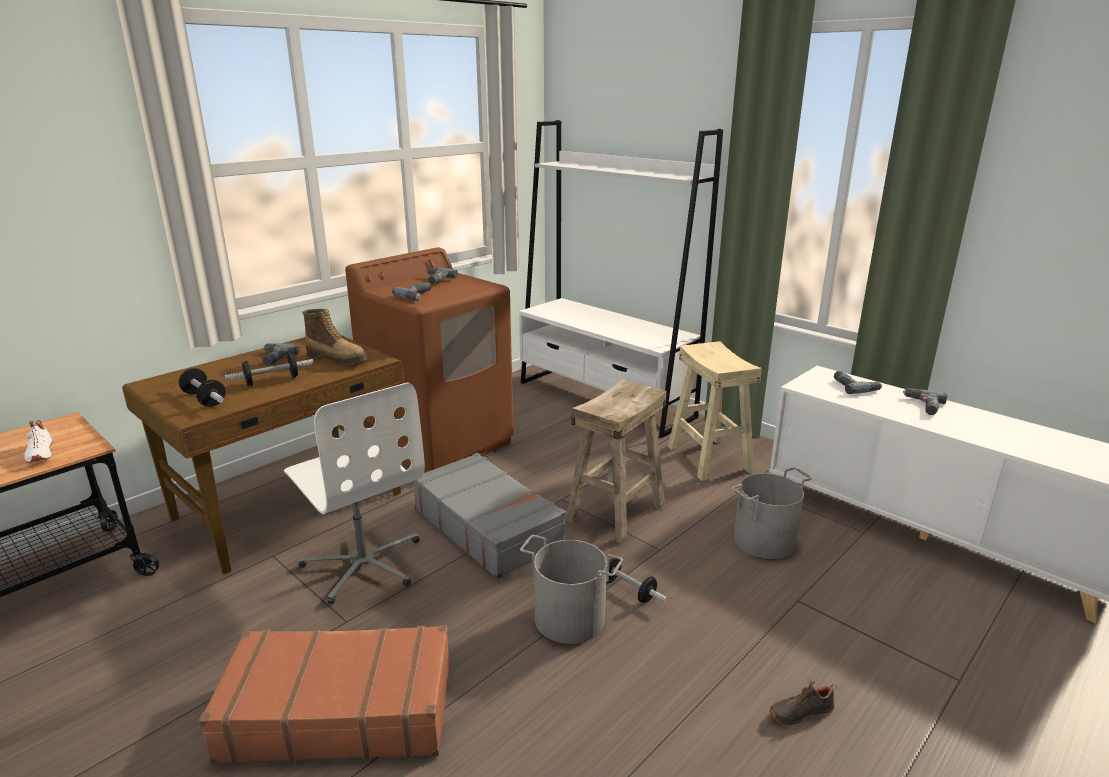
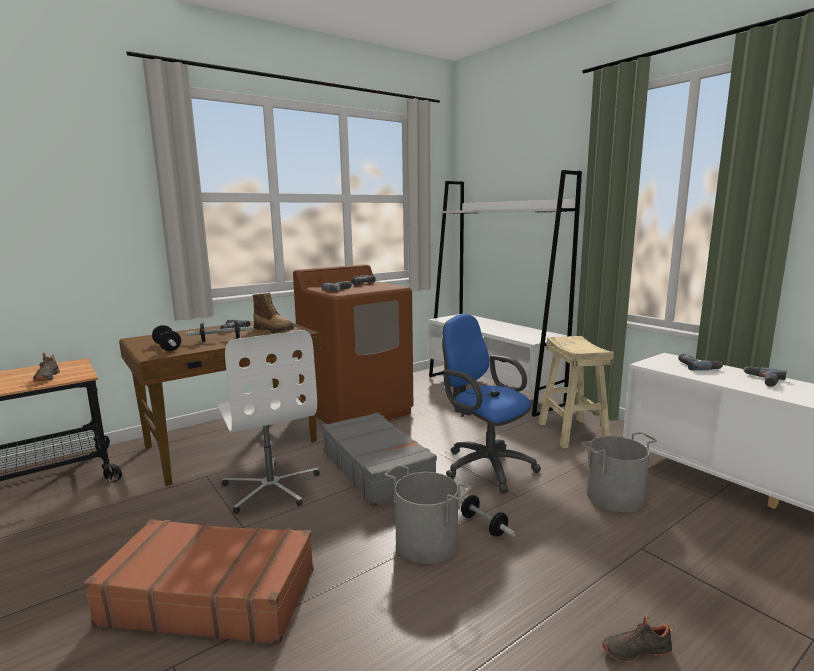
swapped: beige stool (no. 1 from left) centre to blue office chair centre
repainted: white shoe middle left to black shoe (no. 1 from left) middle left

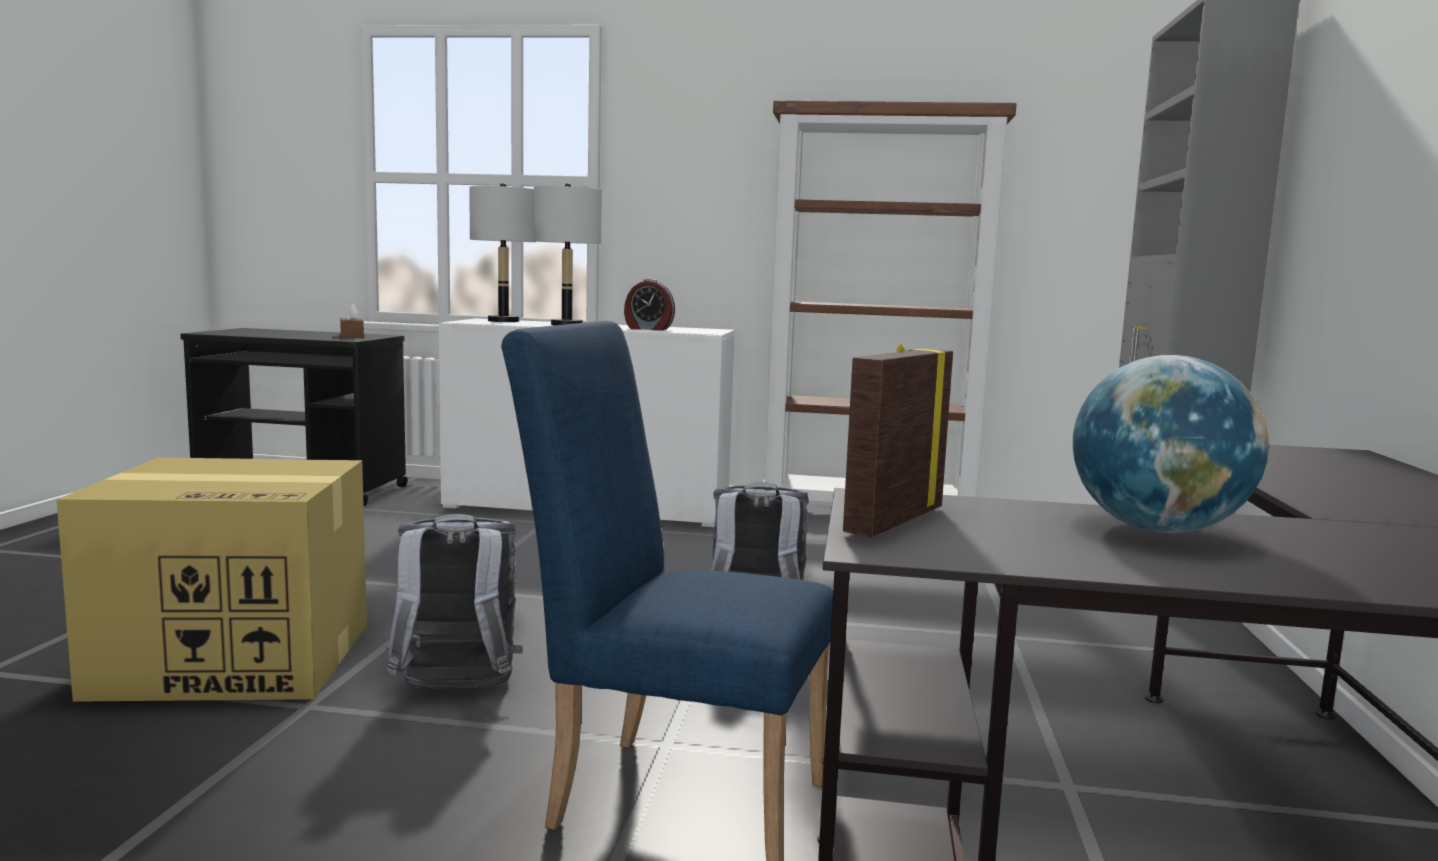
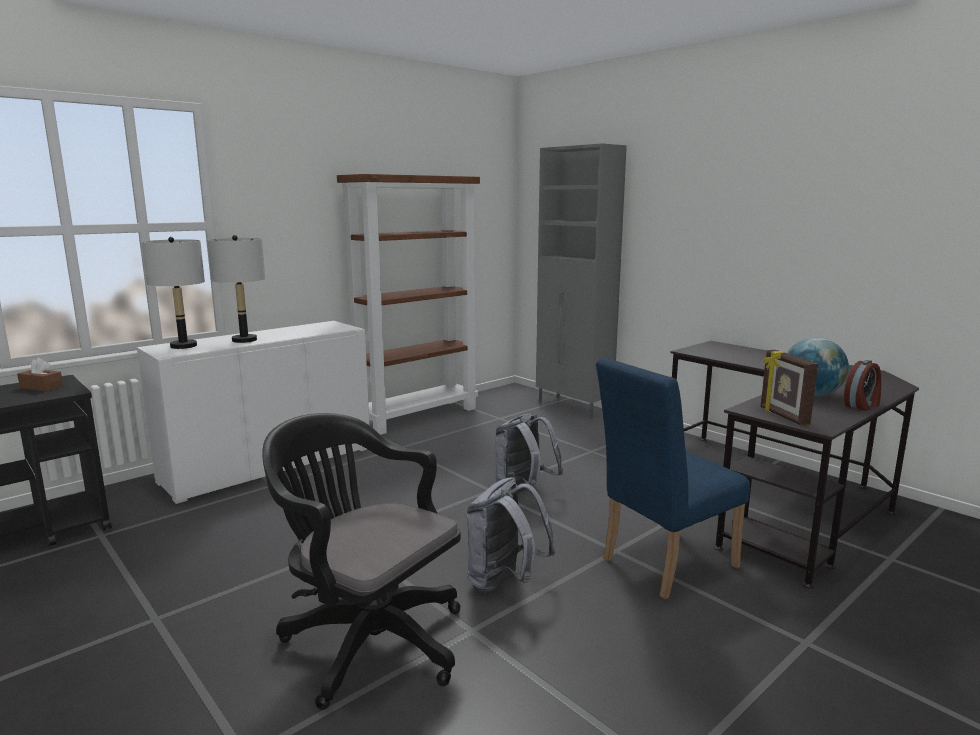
shifted: alarm clock centre to middle right
swapped: cardboard box bottom left to black office chair bottom centre

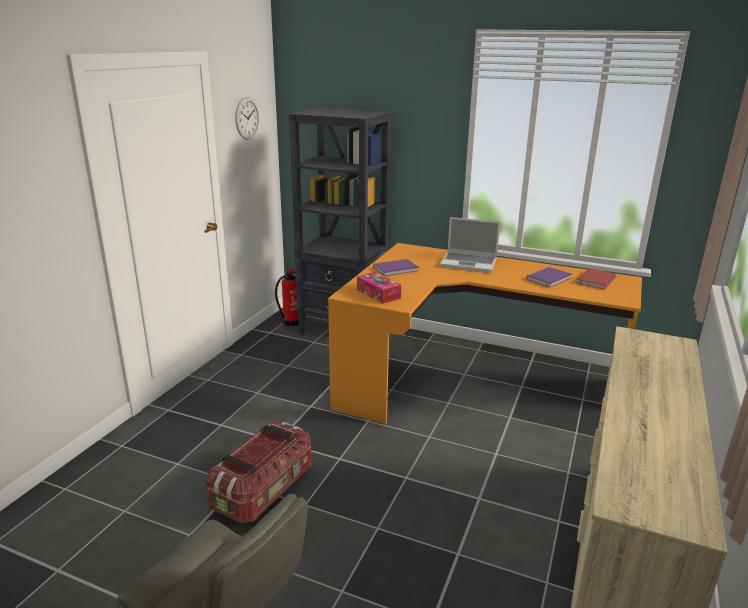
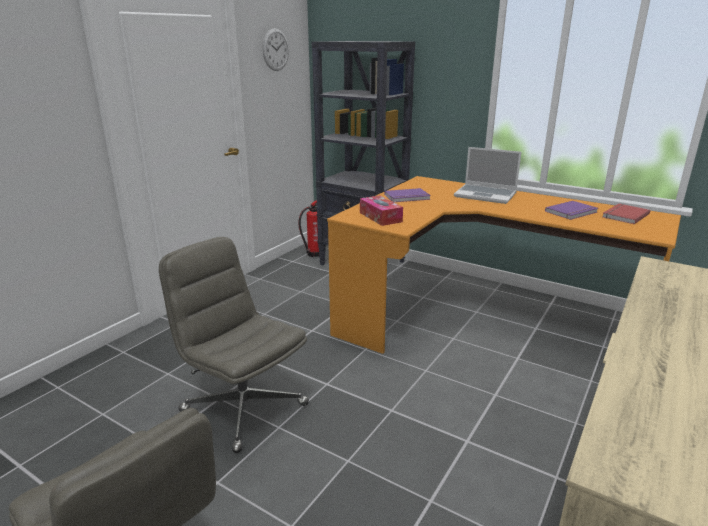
swapped: storage box bottom centre to grey office chair (no. 2 from left) middle left

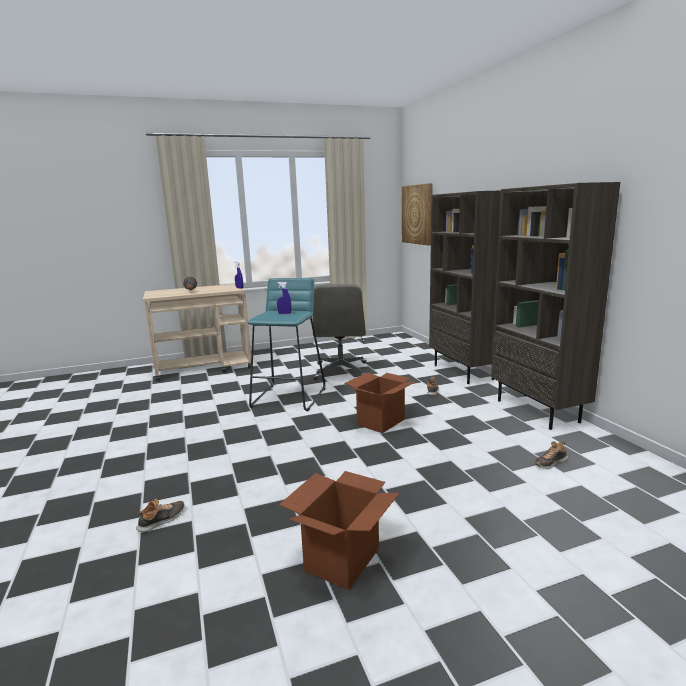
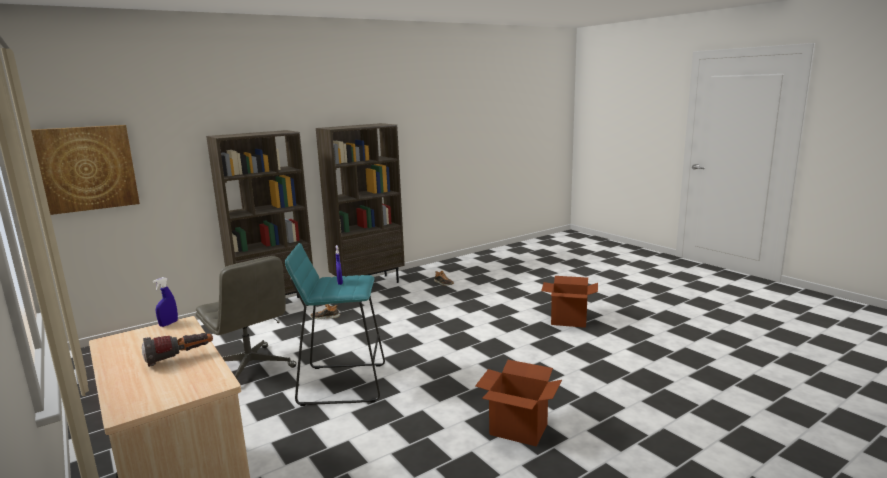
gone: shoe (no. 1 from left) bottom left
shifted: cardboard box (no. 2 from left in the first image) centre to cardboard box (no. 1 from left) bottom centre
rotated: grey office chair centre = middle left 60 degrees clockwise

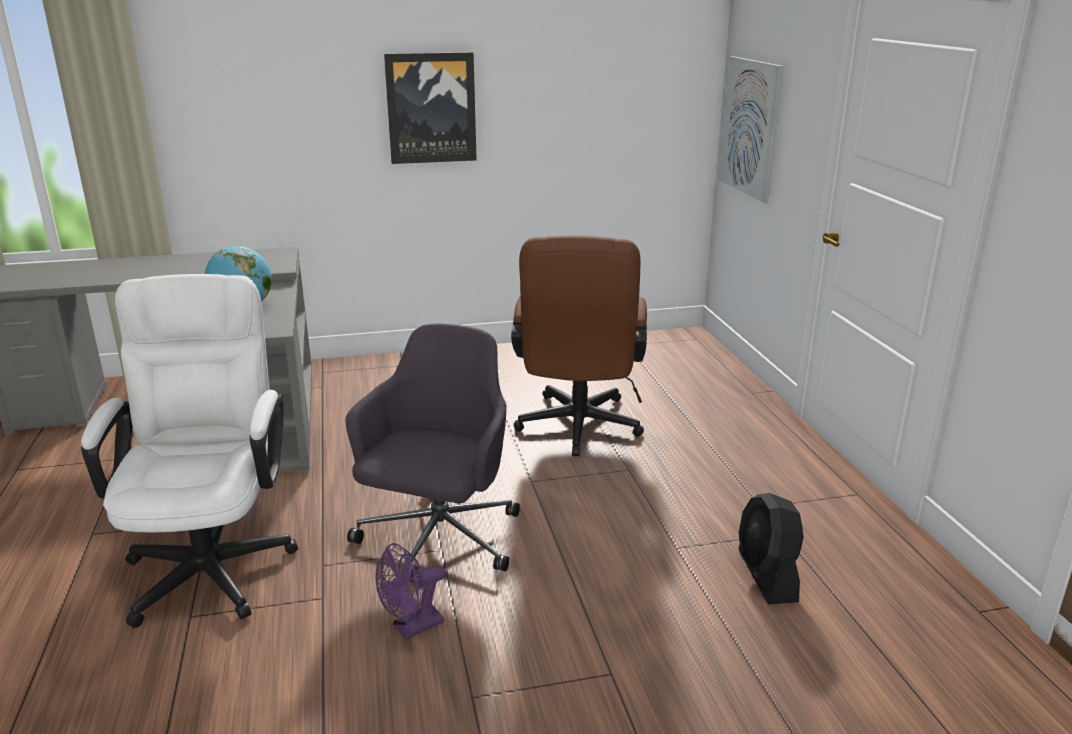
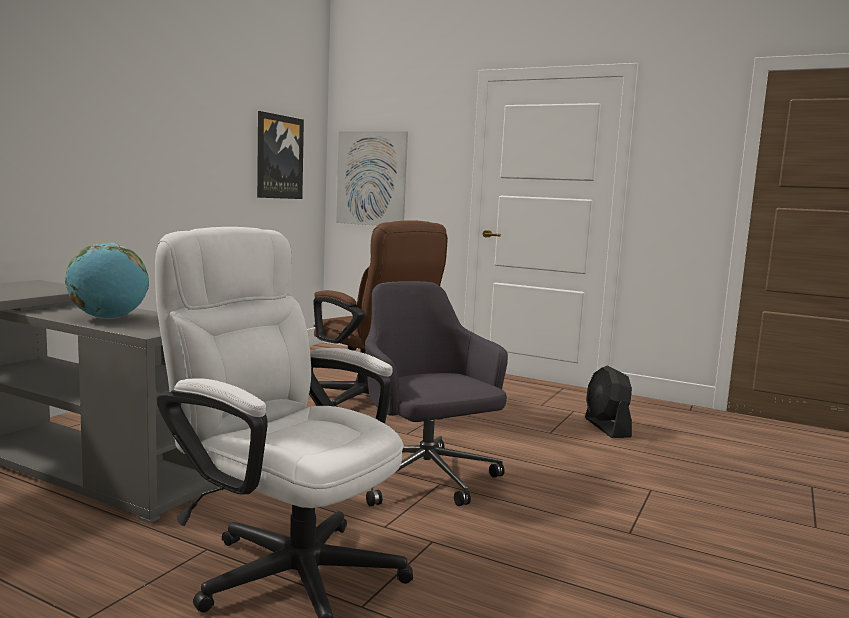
gone: purple fan bottom centre
shifted: picture (no. 1 from left) top centre to top left
rotated: black fan bottom right = middle right 45 degrees clockwise

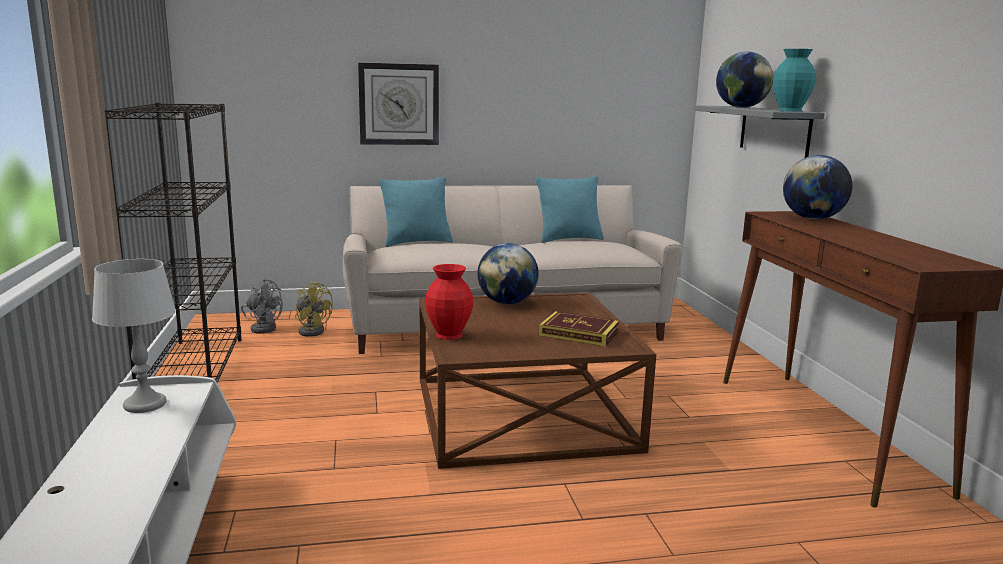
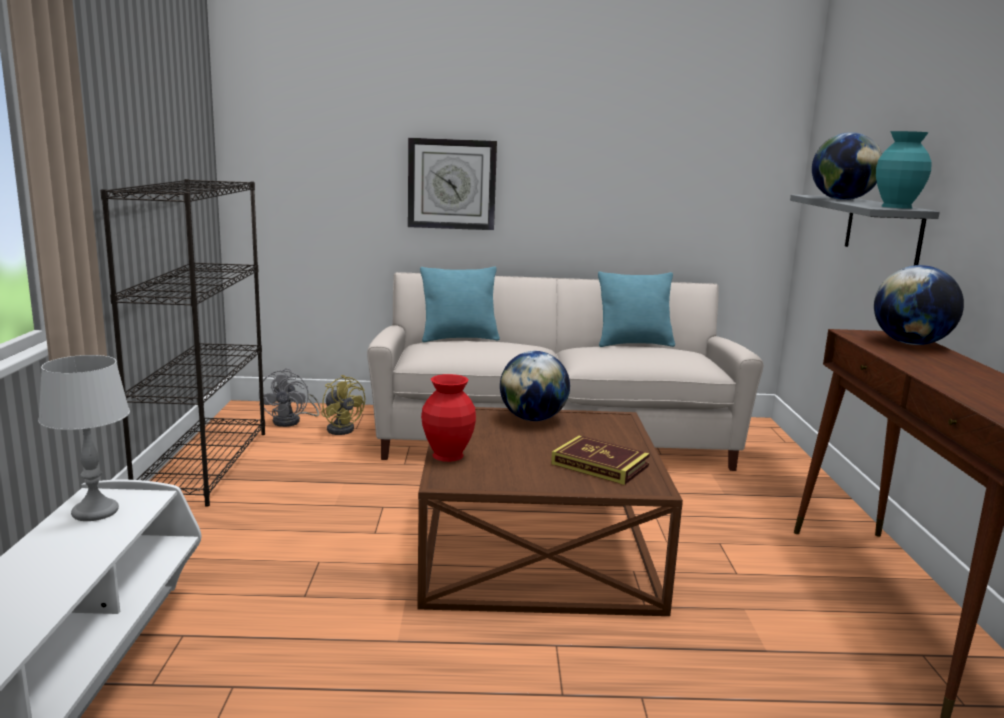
rotated: grey fan middle left = middle left 60 degrees clockwise

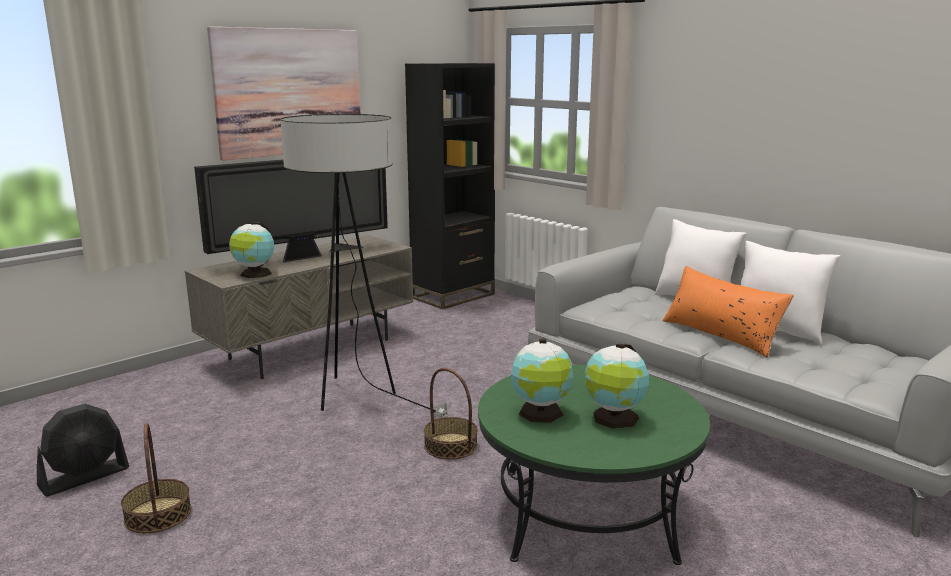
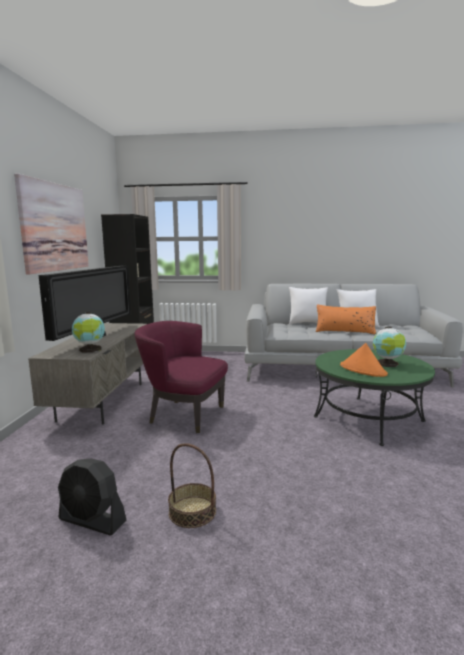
gone: basket (no. 2 from left) bottom centre
swapped: floor lamp centre to purple armchair centre; globe (no. 2 from left) centre to orange hat middle right
rotated: black fan bottom left = bottom left 105 degrees clockwise

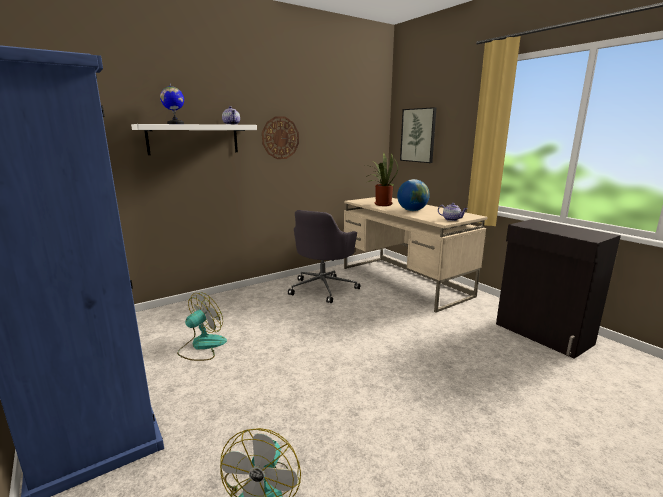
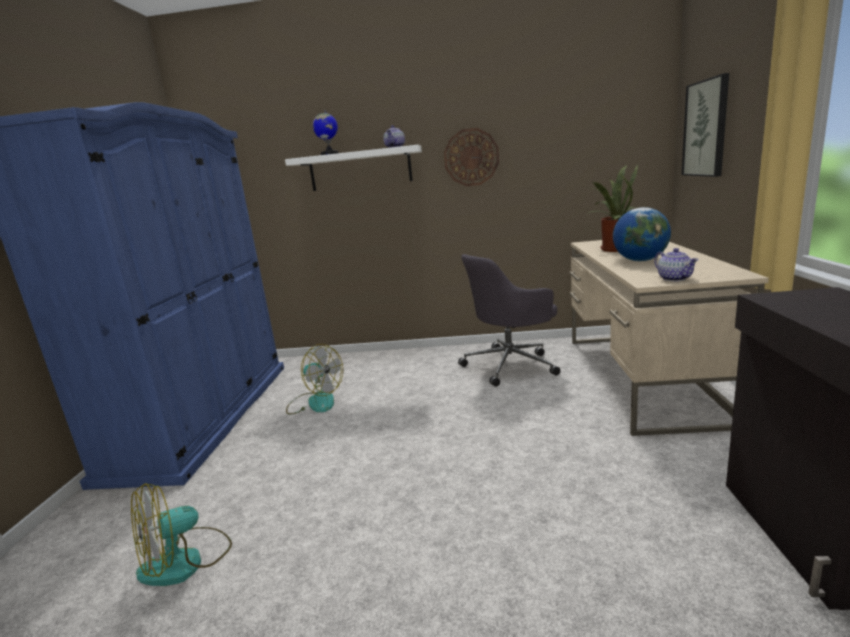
rotated: fan (no. 1 from left in the first image) middle left = centre 45 degrees clockwise

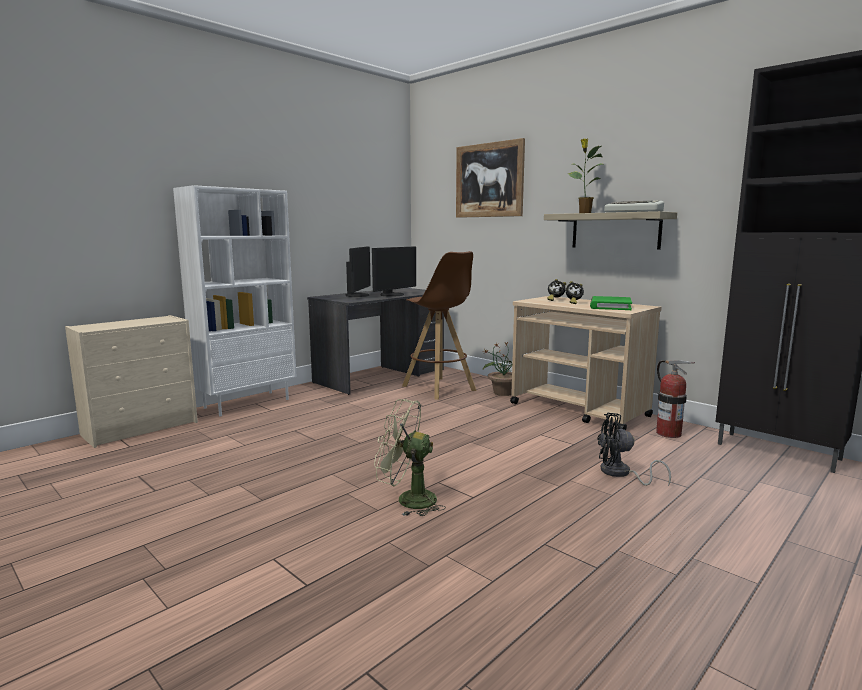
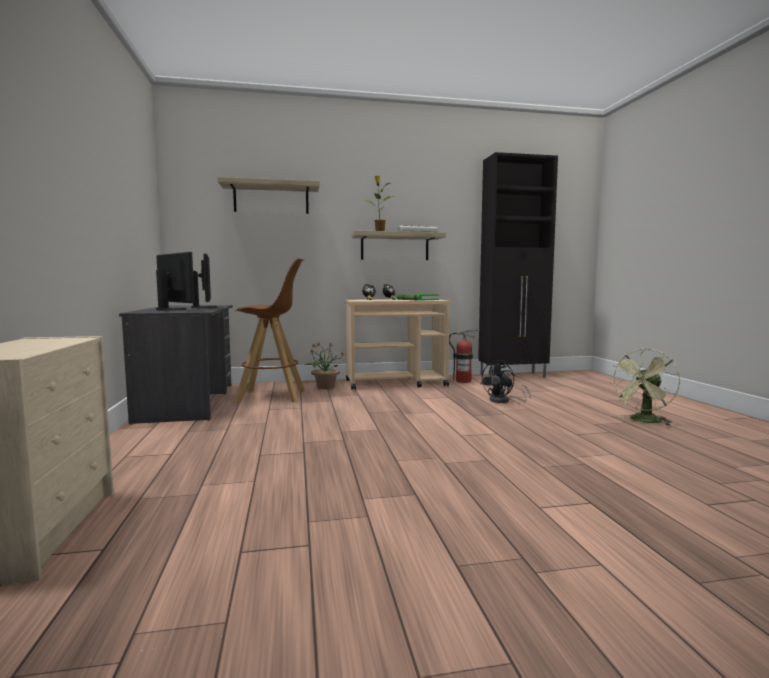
gone: white bookcase middle left
shifted: green fan centre to middle right
swapped: picture top centre to shelf (no. 1 from left) top centre

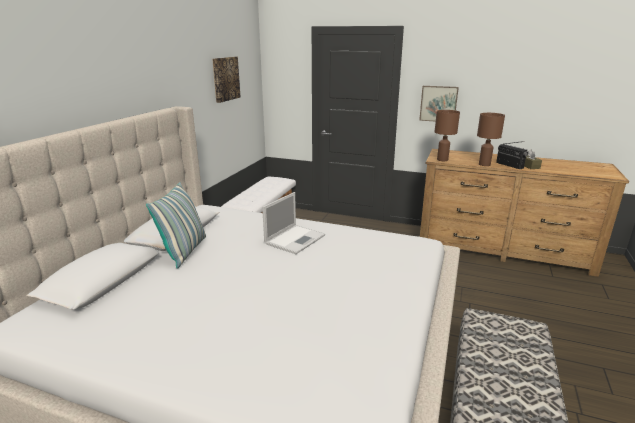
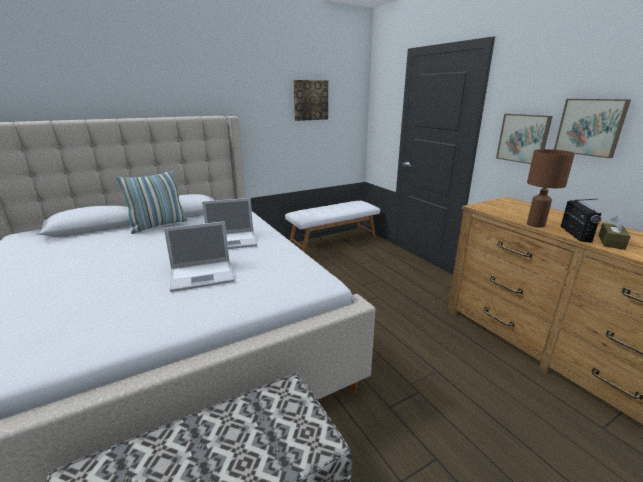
gone: brown table lamp (no. 1 from left) top right
new: picture (no. 3 from left) top right; laptop (no. 1 from left) middle left

